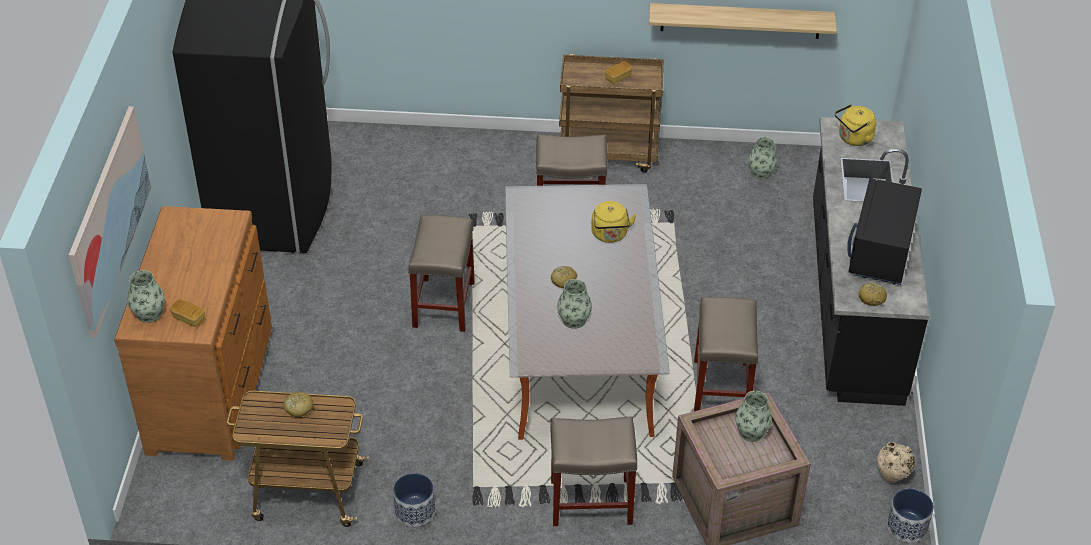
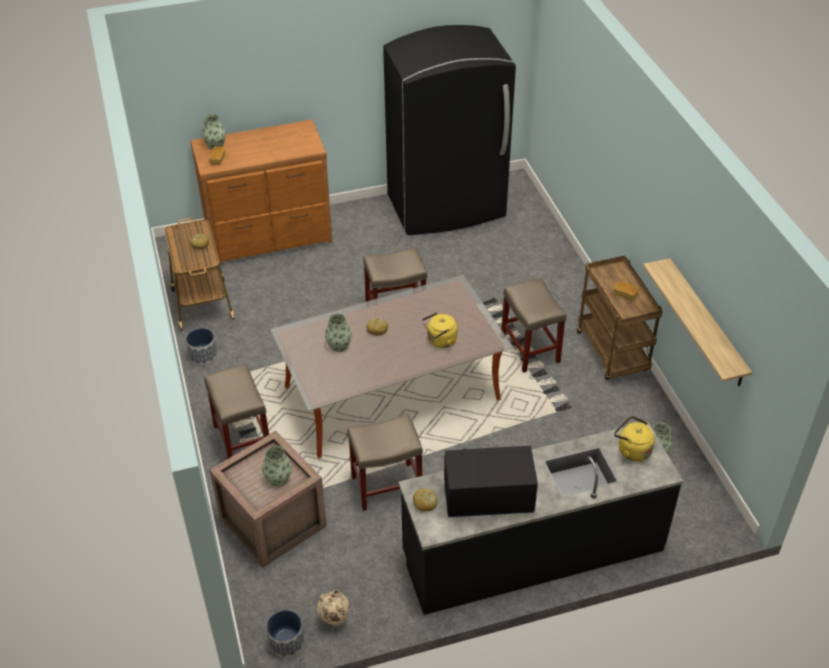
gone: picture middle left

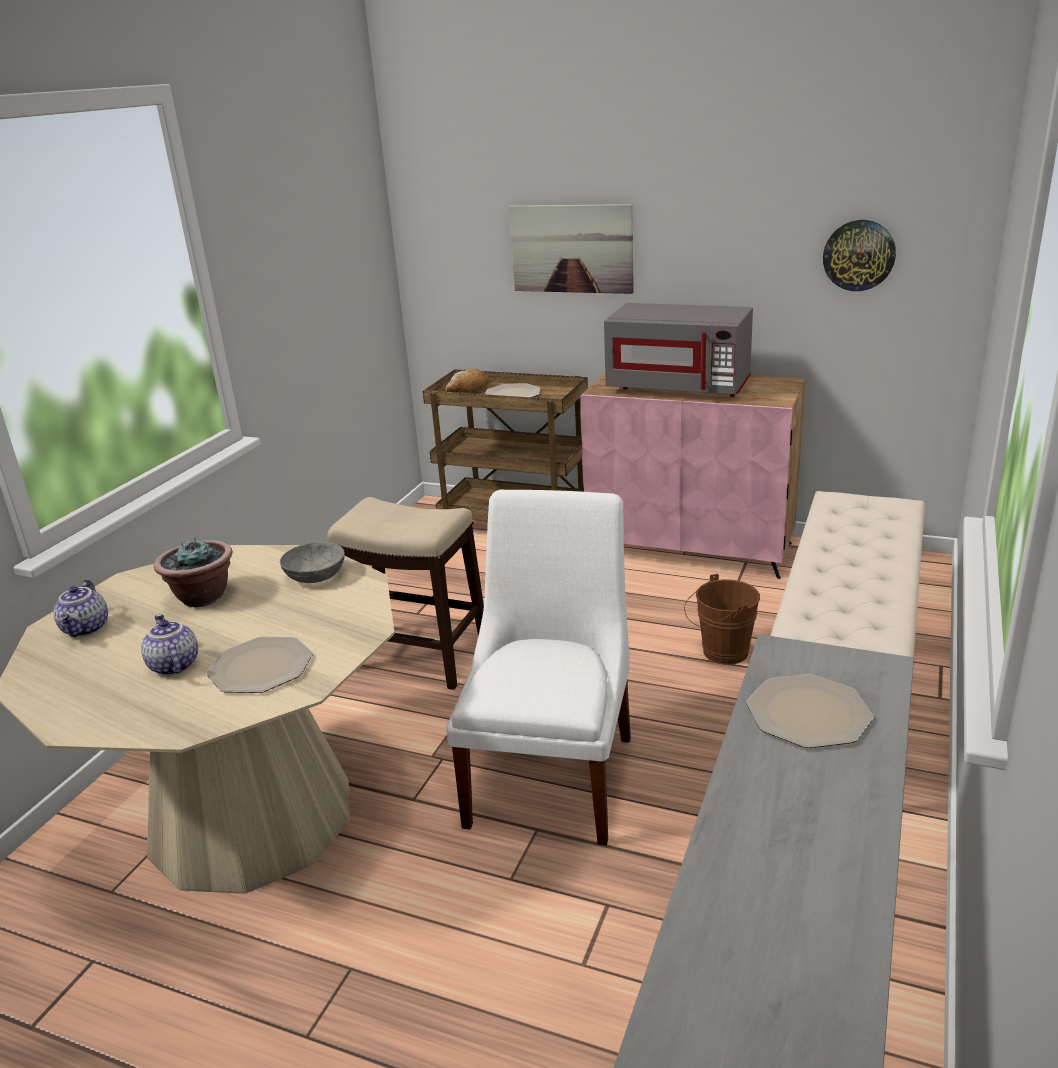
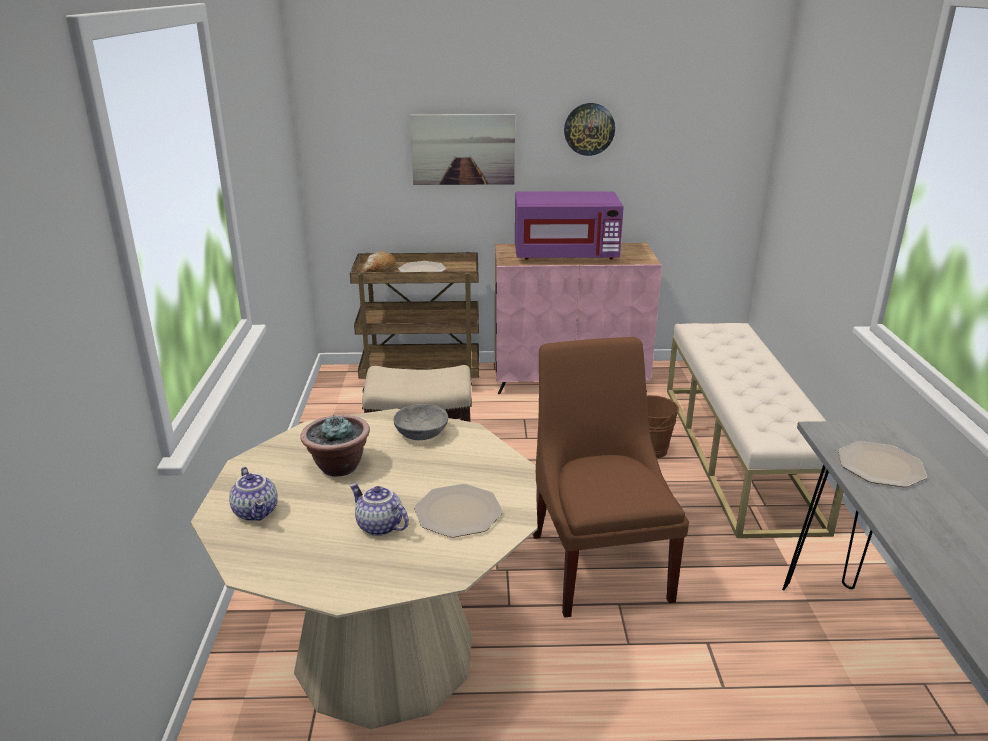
shifted: wall clock top right to top centre
repainted: grey microwave top centre to purple microwave top centre; white chair centre to brown chair centre

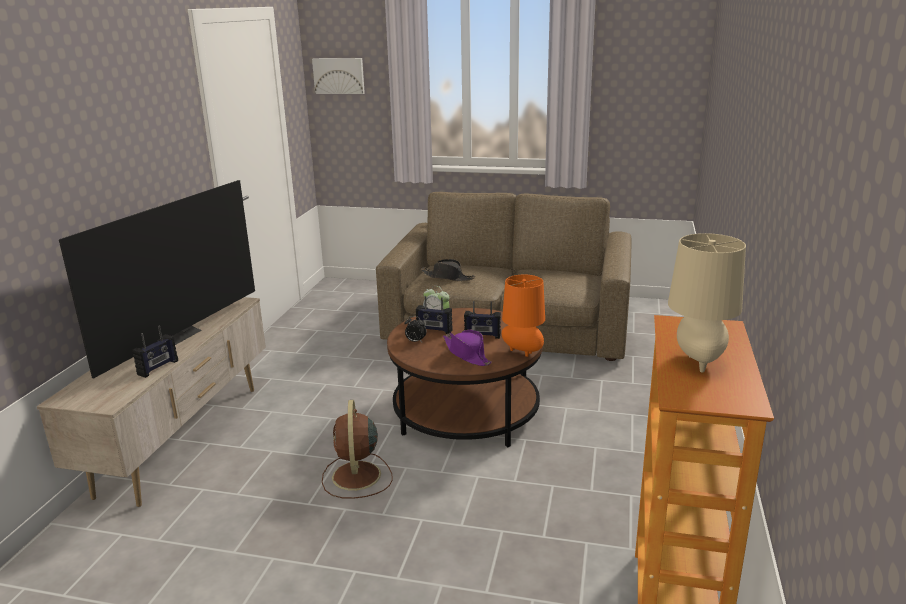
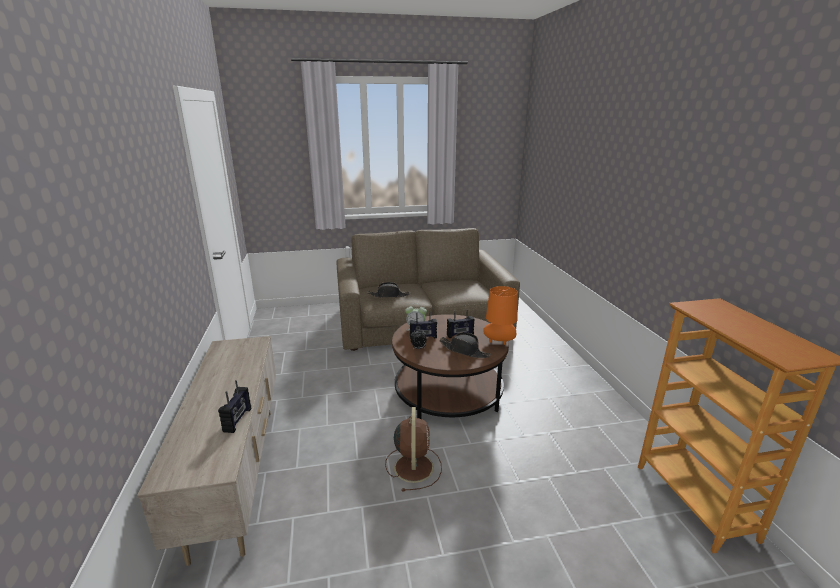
gone: picture top centre; television middle left; beige table lamp middle right
repainted: purple hat centre to black hat (no. 2 from left) centre
rotated: brown fan bottom centre = bottom centre 150 degrees counterclockwise

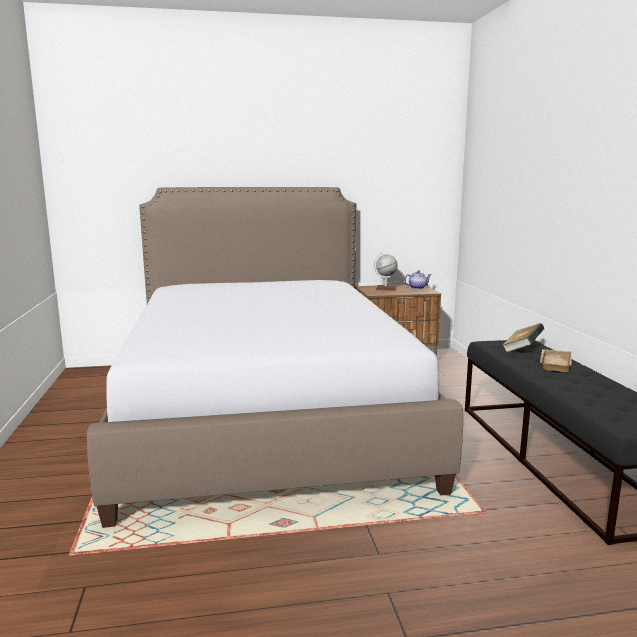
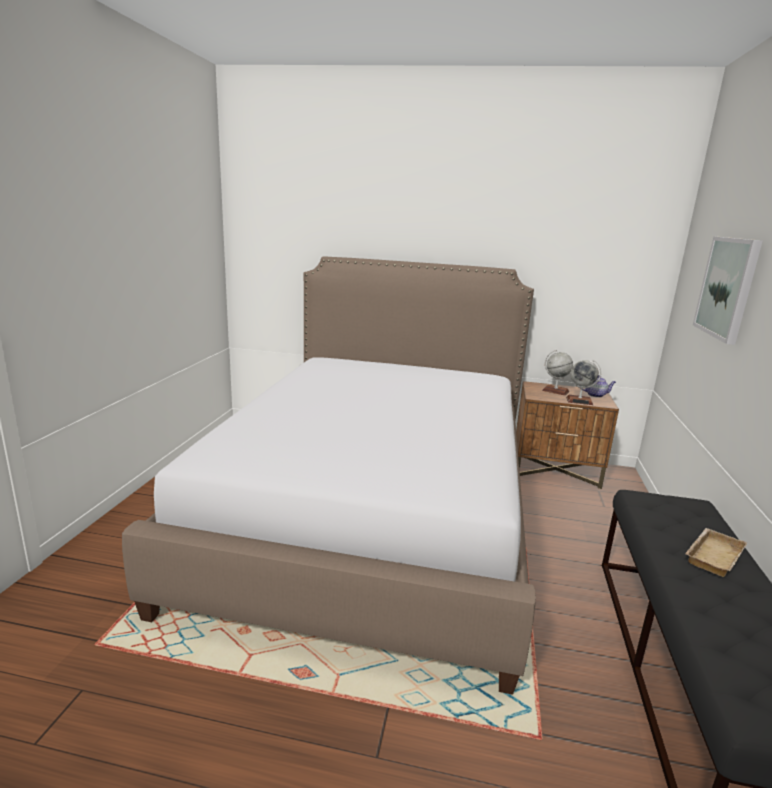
gone: book middle right
new: picture middle right; globe (no. 2 from left) middle right

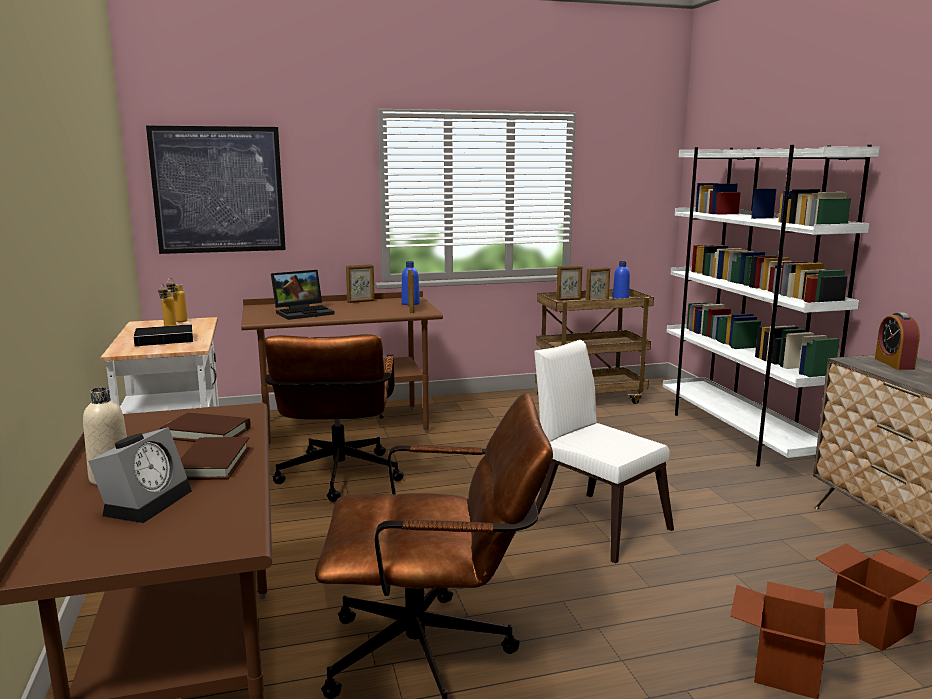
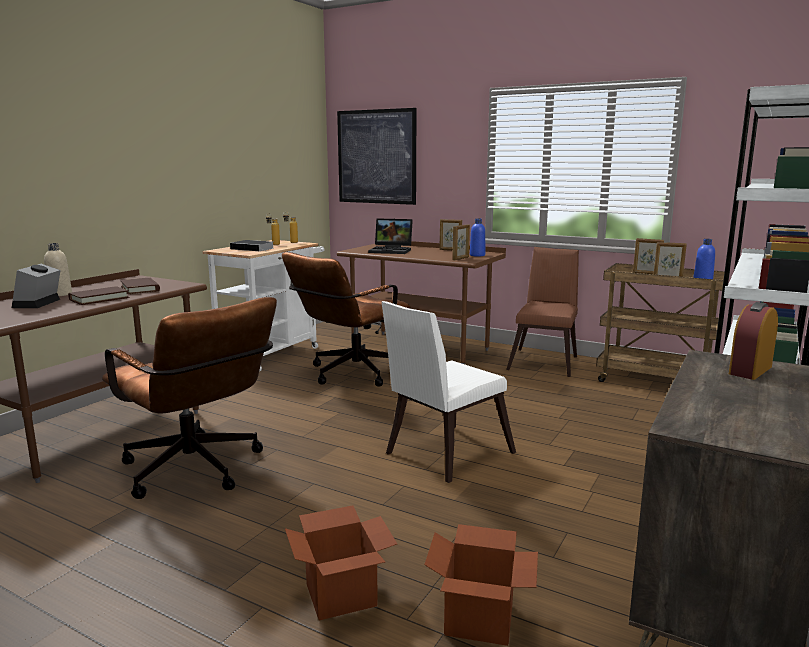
new: brown chair middle right
rotated: white chair centre = centre 135 degrees counterclockwise; alarm clock (no. 1 from left) bottom left = middle left 120 degrees clockwise

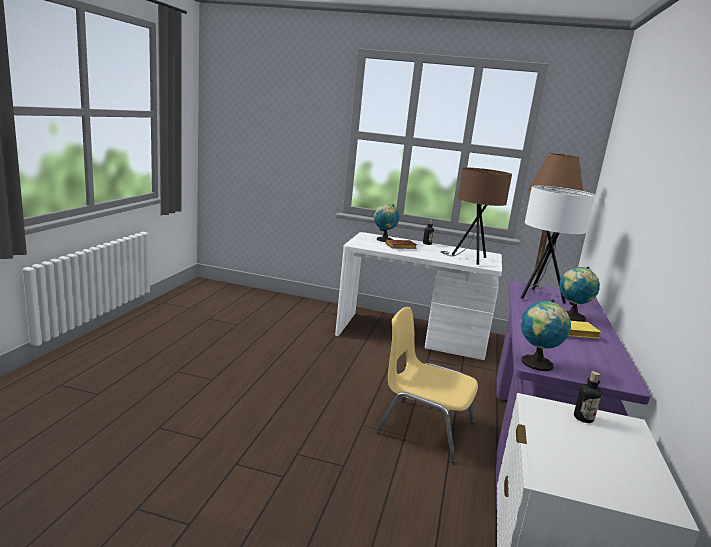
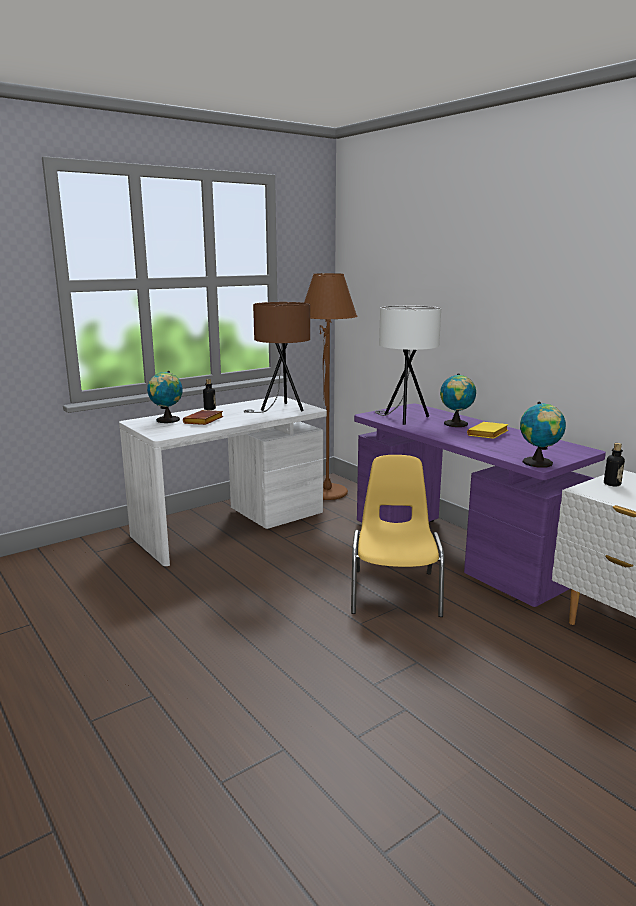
rotated: yellow chair bottom centre = centre 120 degrees clockwise

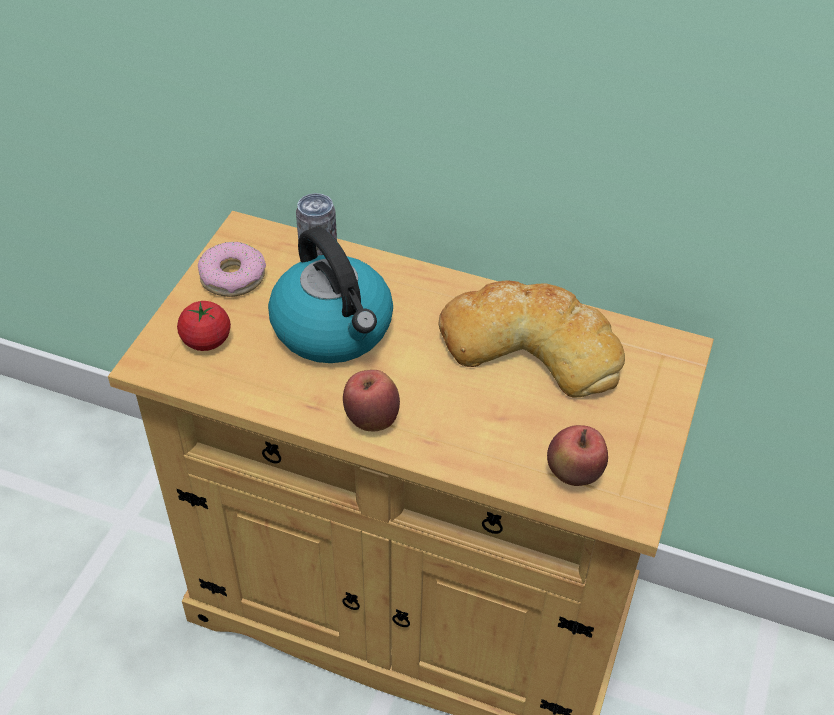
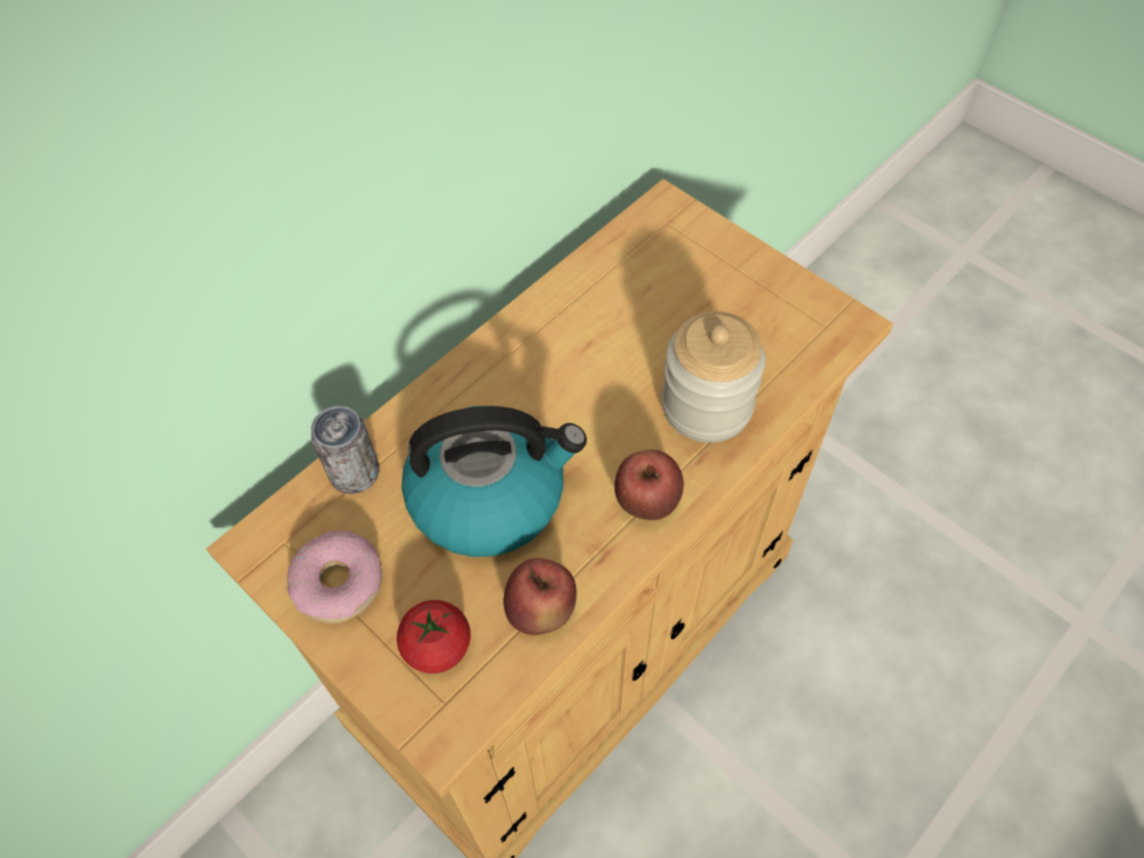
gone: bread centre
new: jar centre
shifted: apple (no. 2 from left in the first image) middle right to apple (no. 1 from left) bottom centre

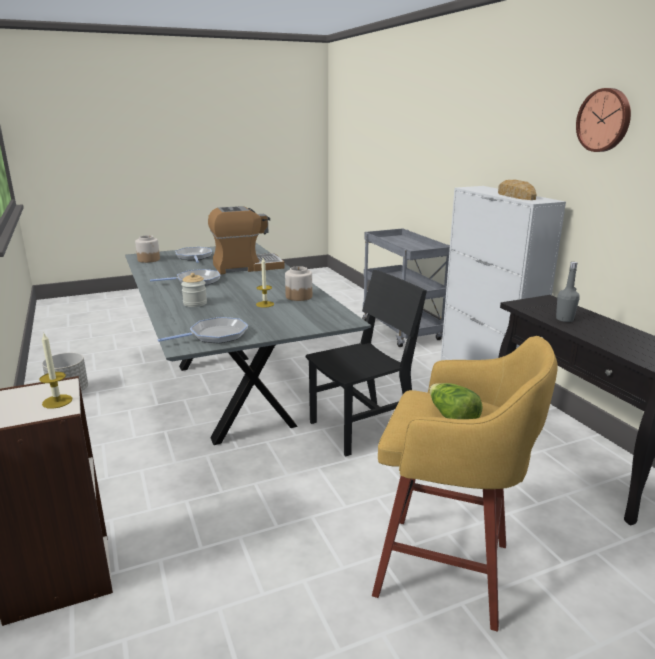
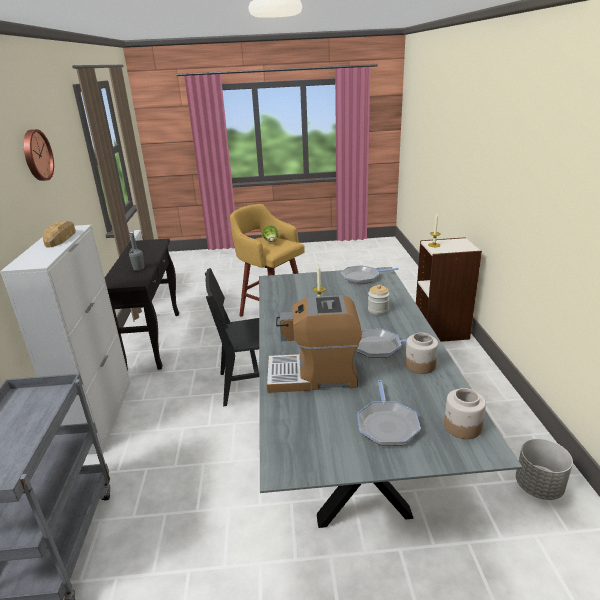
shifted: jar (no. 3 from left in the first image) centre to jar (no. 2 from left) middle right

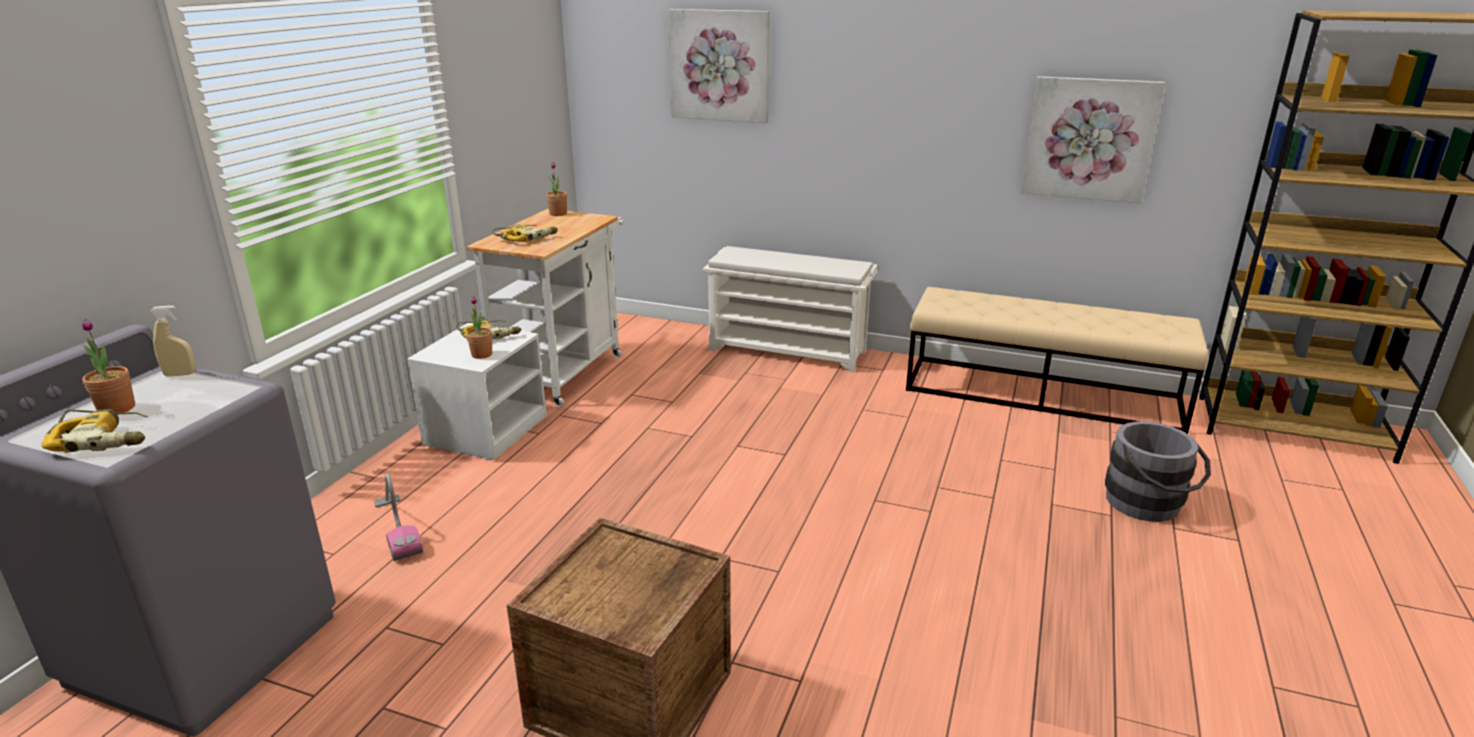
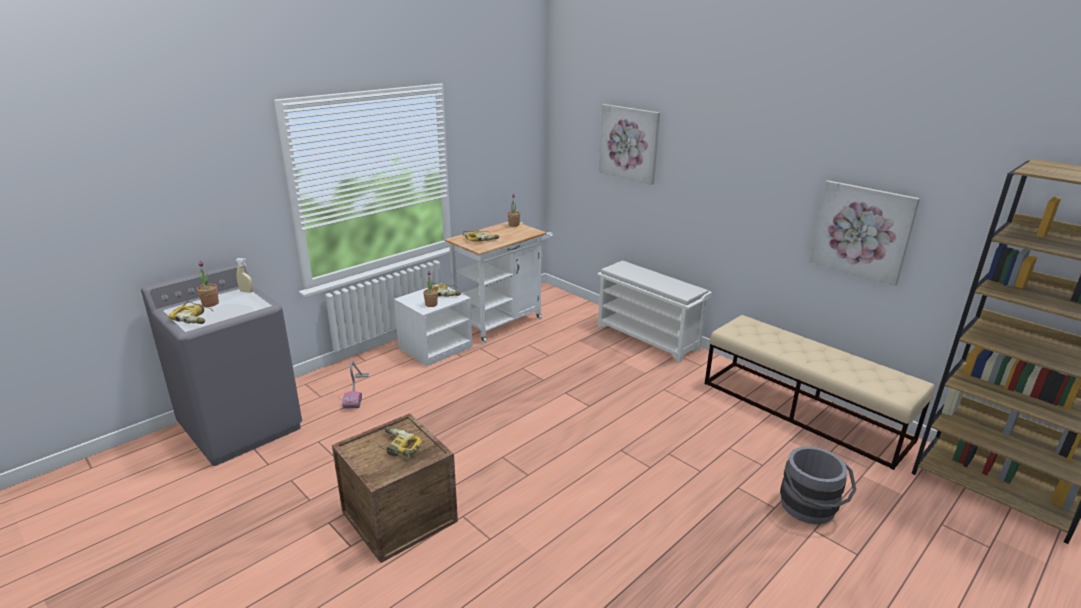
new: power drill (no. 2 from left) bottom centre

